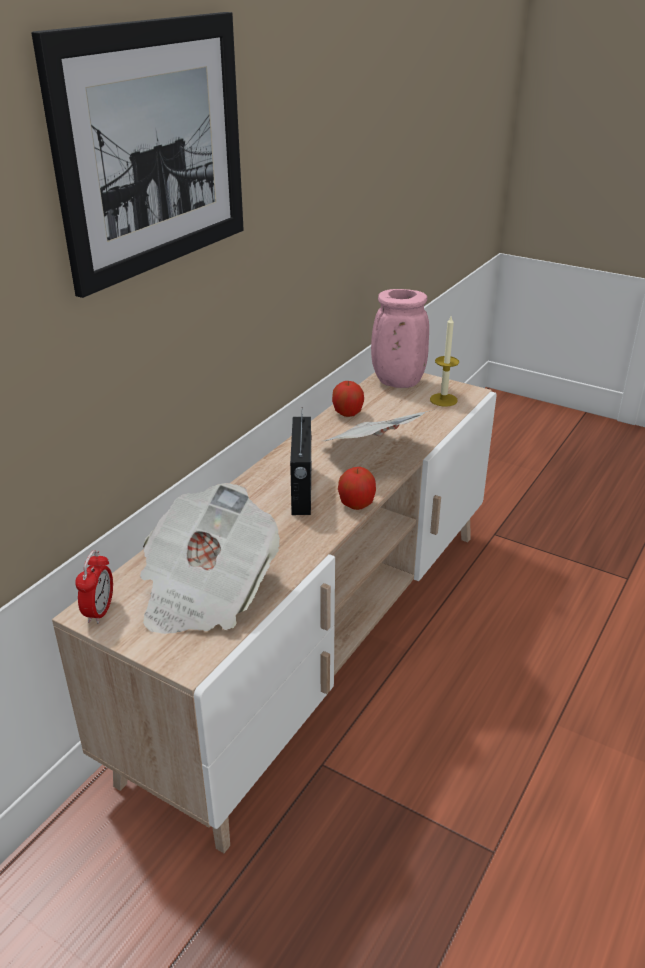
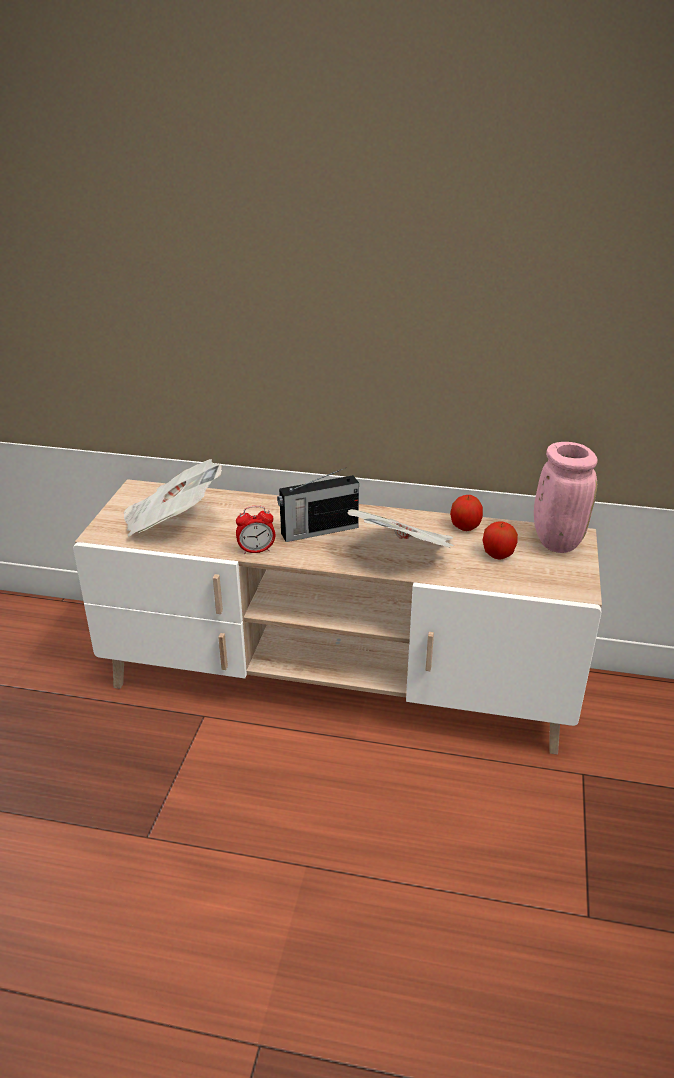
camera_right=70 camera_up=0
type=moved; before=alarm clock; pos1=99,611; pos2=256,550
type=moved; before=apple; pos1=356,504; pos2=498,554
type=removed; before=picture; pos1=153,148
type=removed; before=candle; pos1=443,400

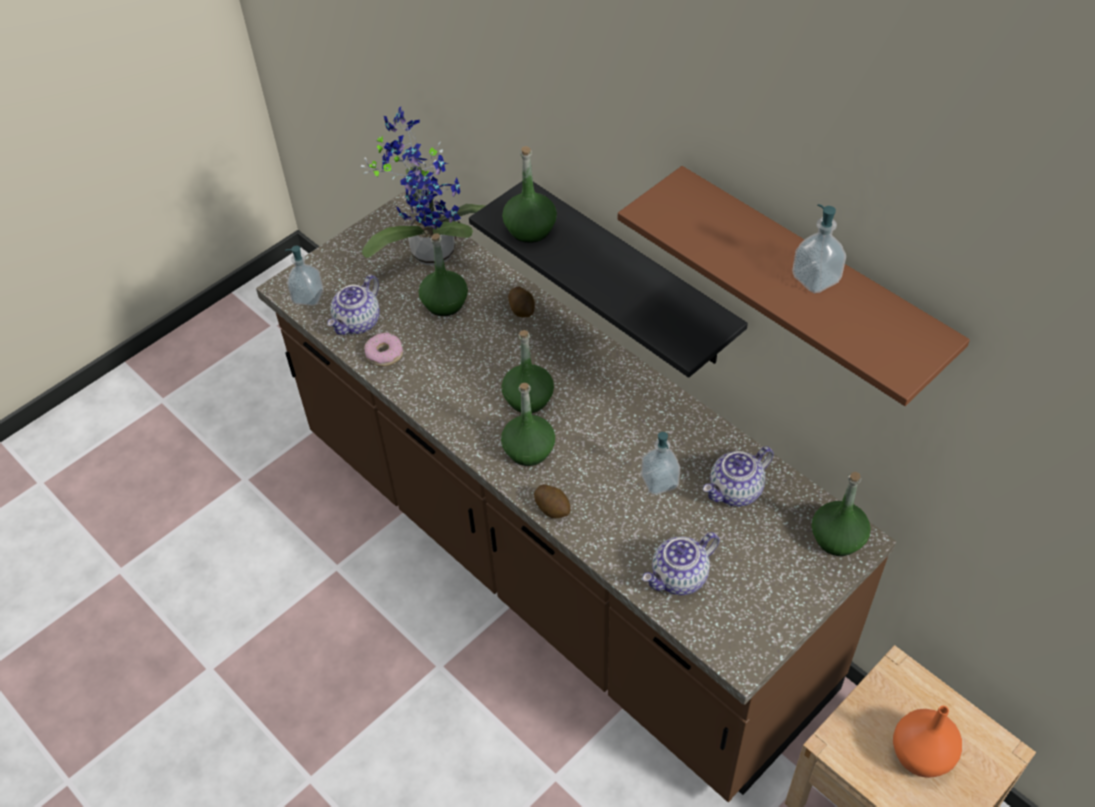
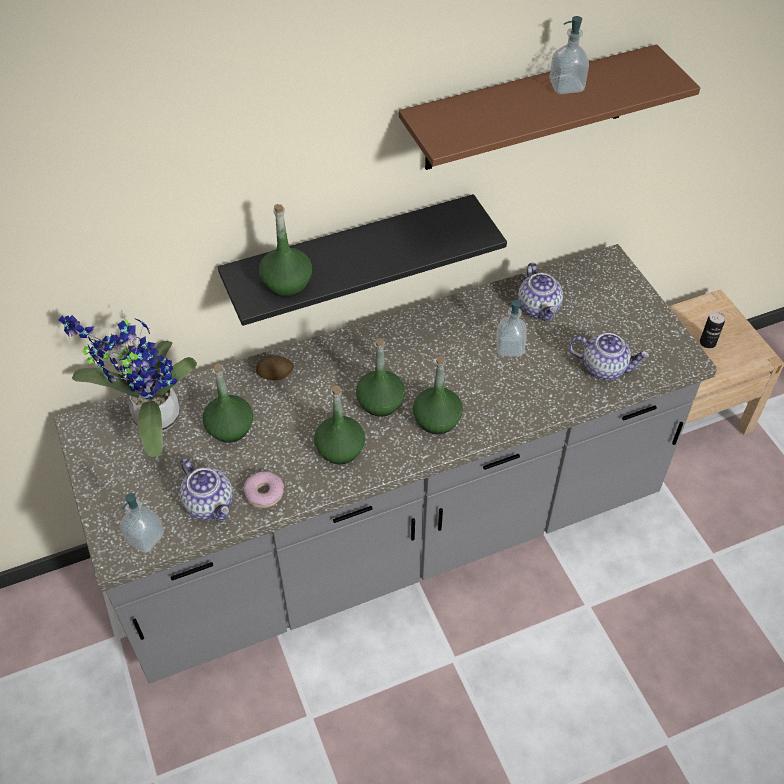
camera_right=-70 camera_up=0
type=recoloured; before=counter/brown; after=counter/grey; pos1=555,561; pos2=392,535
type=moved; before=bottle/green; pos1=837,538; pos2=340,449
type=turned; before=teapot; pos1=679,578; pos2=604,367; turn=-60
type=replaced; before=vase/orange; after=can; pos1=922,756; pos2=707,343
type=removed; before=potato; pos1=553,508

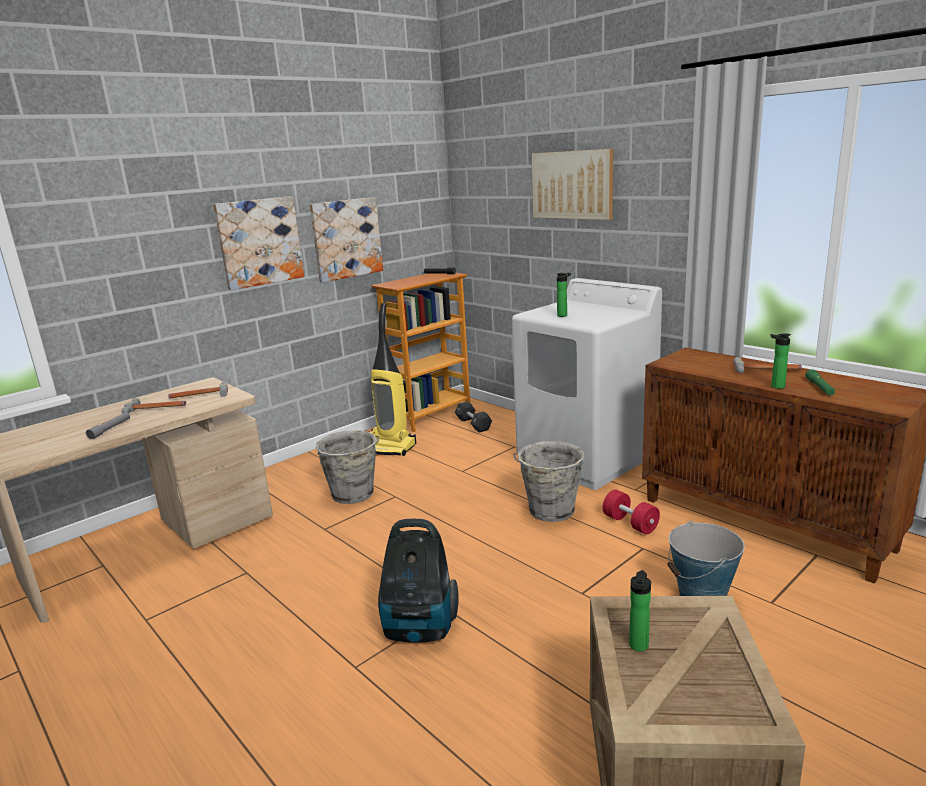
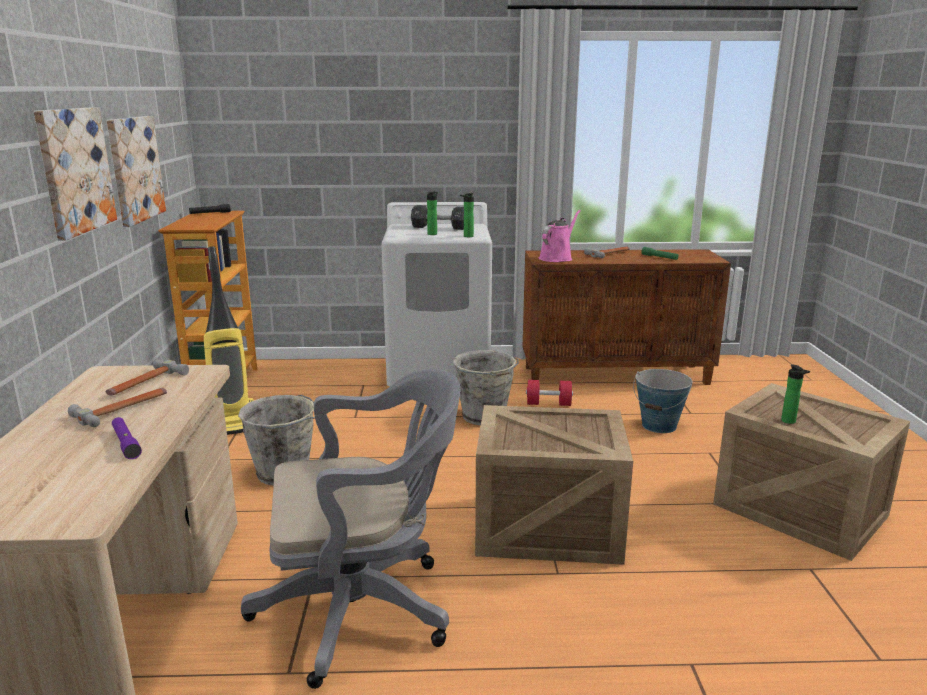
camera_right=-50 camera_up=0
type=recoloured; before=flashlight/grey; after=flashlight/purple; pos1=110,429; pos2=126,443
type=added; after=office chair/grey; pos2=364,609
type=moved; before=dumbbell/black; pos1=473,424; pos2=439,227
type=moved; before=bottle; pos1=775,386; pos2=467,236
type=replaced; before=vacuum cleaner; after=crate; pos1=419,629; pos2=550,527
type=added; after=watering can/pink; pos2=557,258
type=removed; before=picture; pos1=572,185

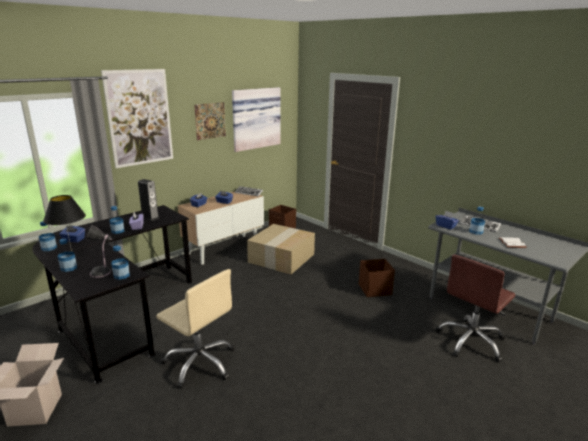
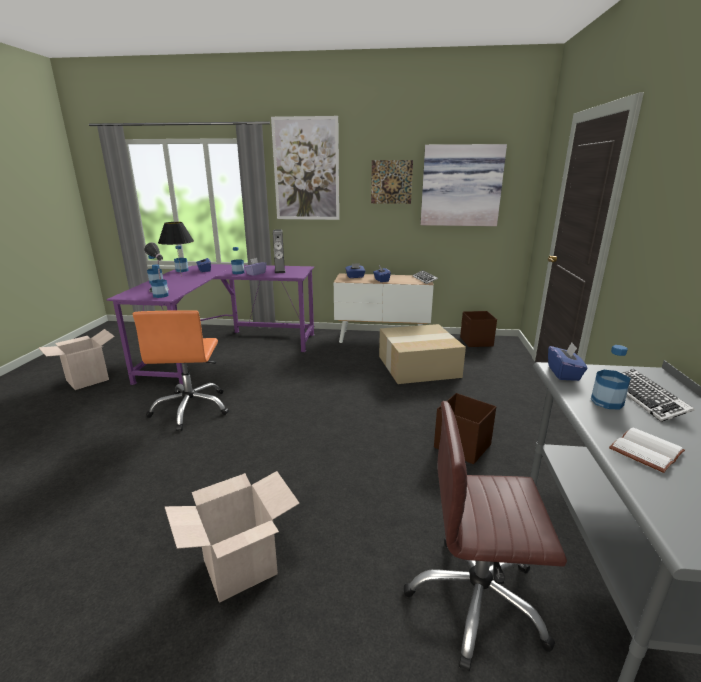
camera_right=50 camera_up=0
type=recoloured; before=desk/black; after=desk/purple; pos1=118,312; pos2=224,349
type=recoloured; before=office chair/beige; after=office chair/orange; pos1=200,363; pos2=191,409
type=added; after=cardboard box; pos2=240,567

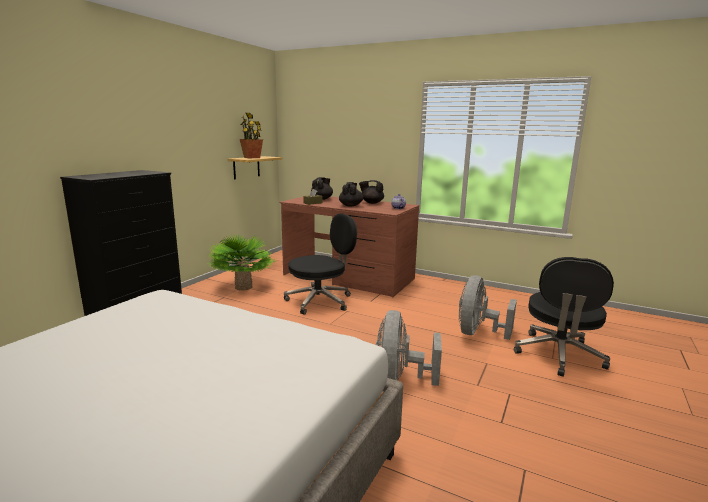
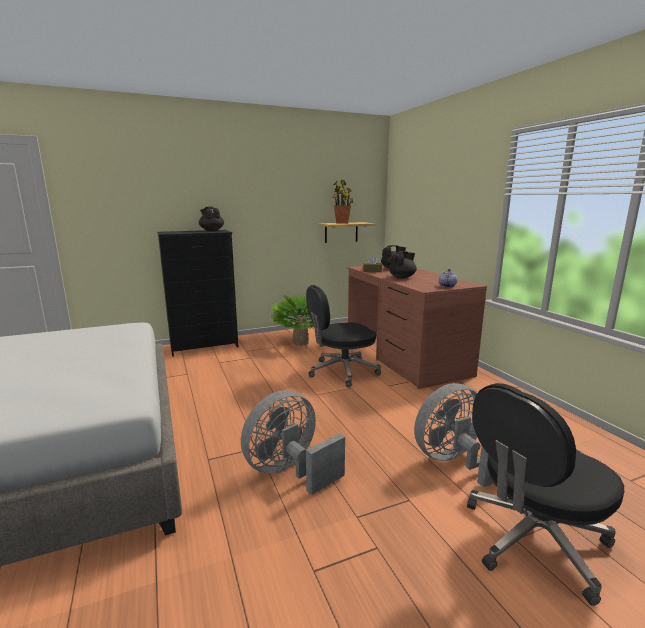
camera_right=40 camera_up=0
type=moved; before=teapot/black; pos1=371,203; pos2=211,230
type=turned; before=office chair/black; pos1=320,301; pos2=341,371; turn=150

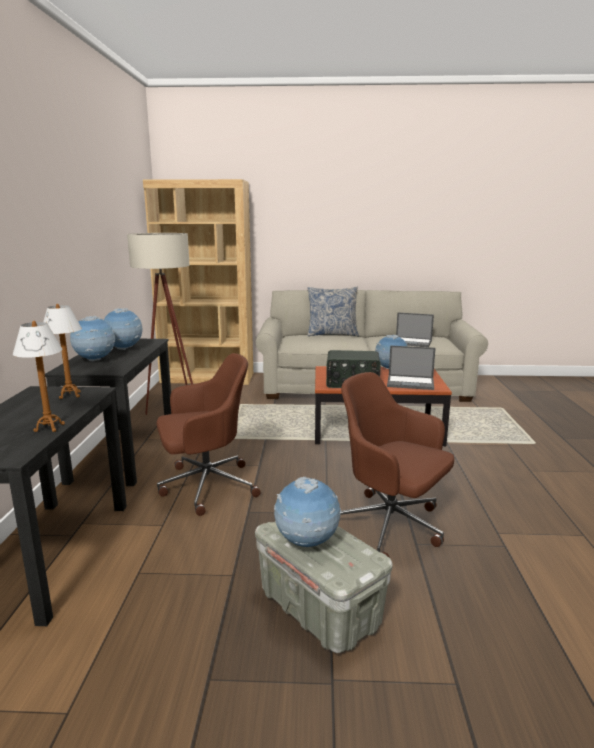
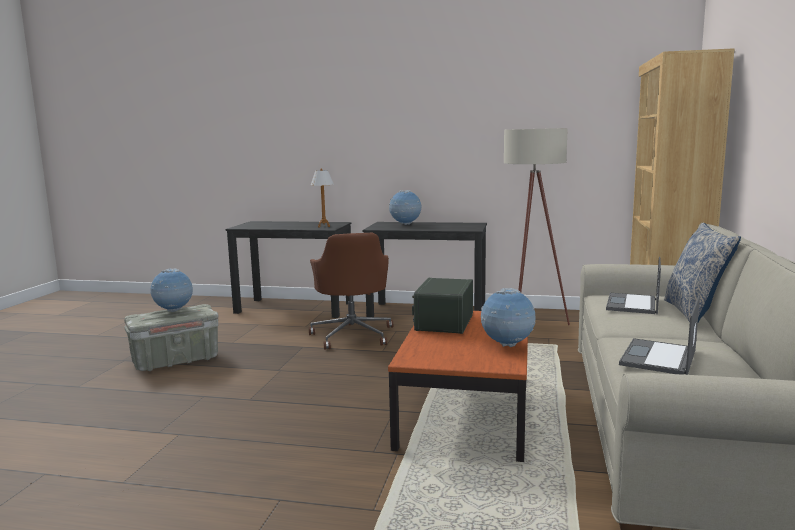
camera_right=100 camera_up=-5
type=moved; before=laptop; pos1=411,383; pos2=632,304
type=removed; before=table lamp; pos1=49,428
type=removed; before=globe; pos1=124,349
type=removed; before=office chair/brown; pos1=390,527

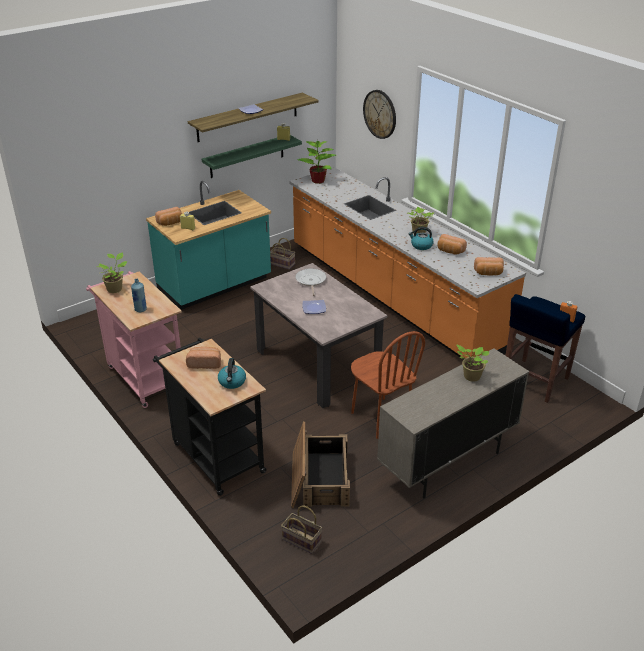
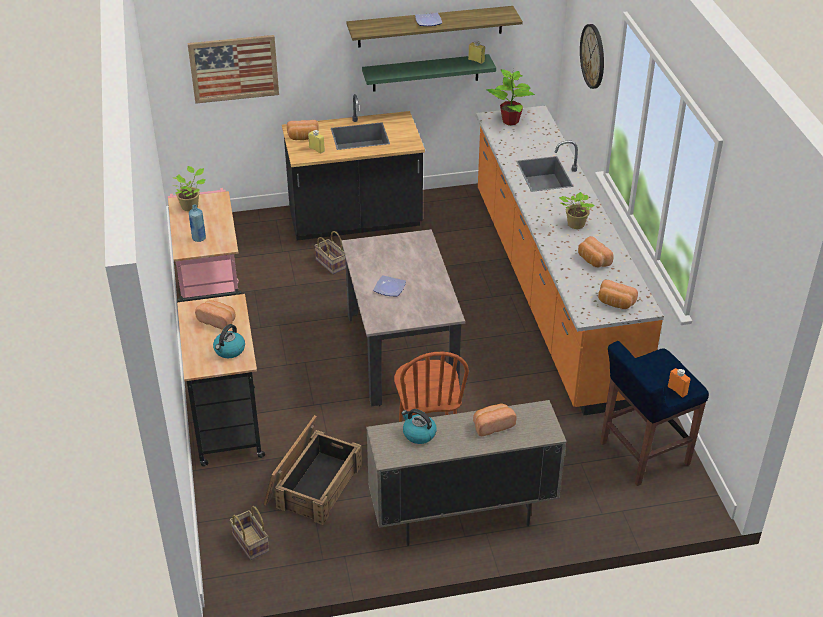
camera_right=25 camera_up=5
type=added; after=picture; pos2=234,68
type=recoloured; before=counter/turquoise; after=counter/black; pos1=215,286; pos2=355,221
type=moved; before=basket; pos1=283,264; pos2=332,264
type=moved; before=kettle; pos1=421,246; pos2=418,434
type=replaced; before=potted plant; after=bread; pos1=470,376; pos2=492,425
type=removed; before=frying pan; pos1=310,281

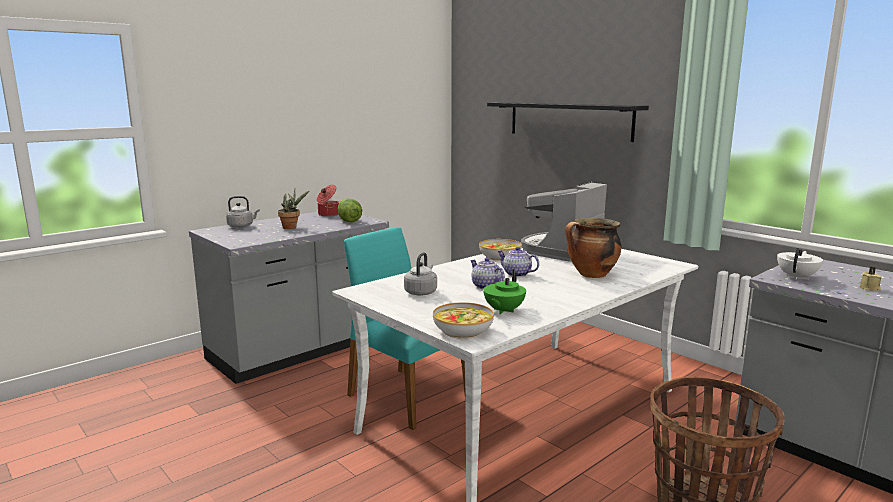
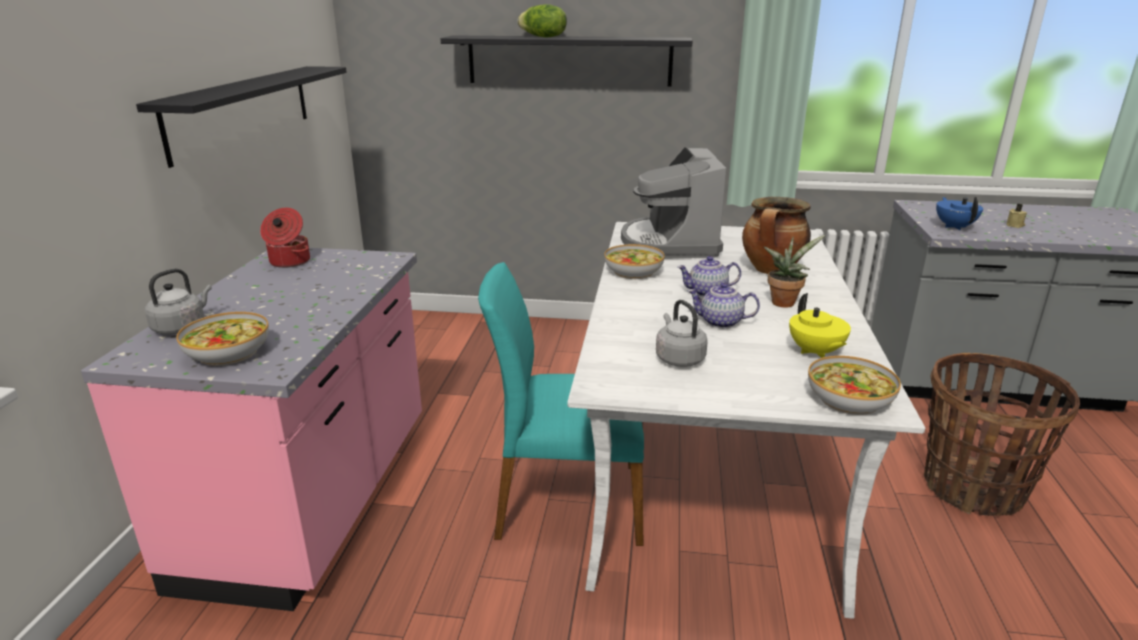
camera_right=-40 camera_up=10
type=recoloured; before=counter/grey; after=counter/pink; pos1=300,350; pos2=315,501
type=added; after=shelf/black; pos2=242,110
type=added; after=bowl; pos2=227,353
type=moved; before=lettuce; pos1=349,221; pos2=543,37
type=moved; before=potted plant; pos1=292,227; pos2=784,302
type=recoloured; before=teapot/green; after=teapot/yellow; pos1=503,311; pos2=815,352
type=recoloured; before=teapot/white; after=teapot/blue; pos1=797,277; pos2=954,227

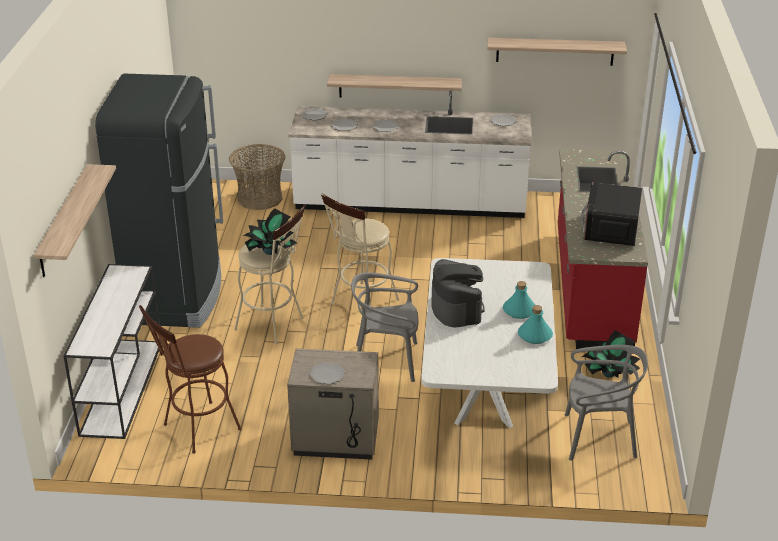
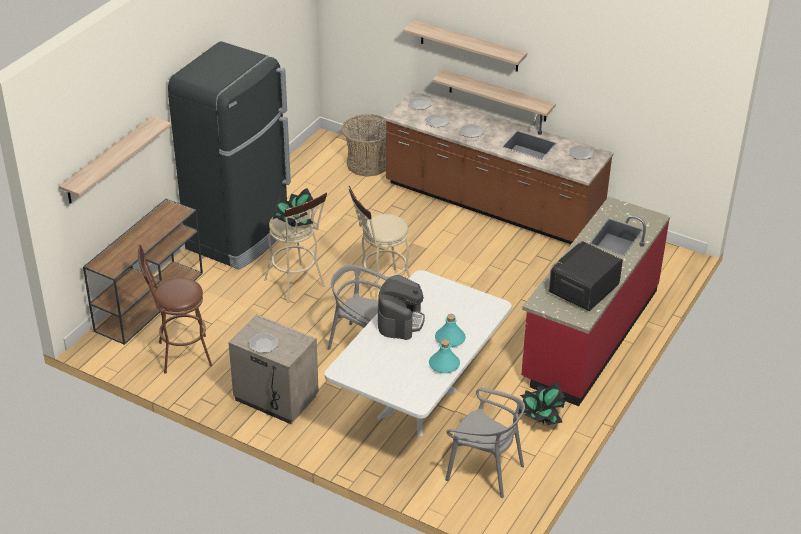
camera_right=25 camera_up=5
type=recoloured; before=console table/white; after=console table/brown; pos1=122,386; pos2=150,301
type=recoloured; before=counter/white; after=counter/brown; pos1=410,204; pos2=492,206
type=moved; before=shelf; pos1=555,51; pos2=469,46

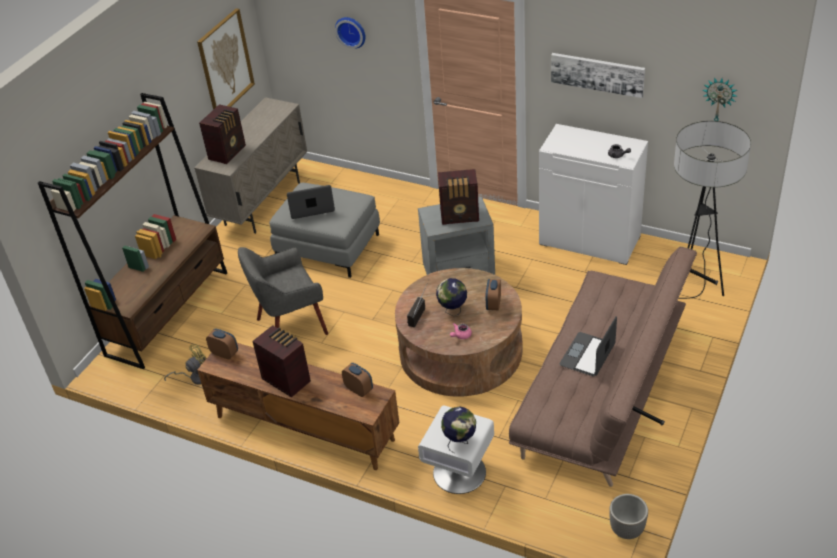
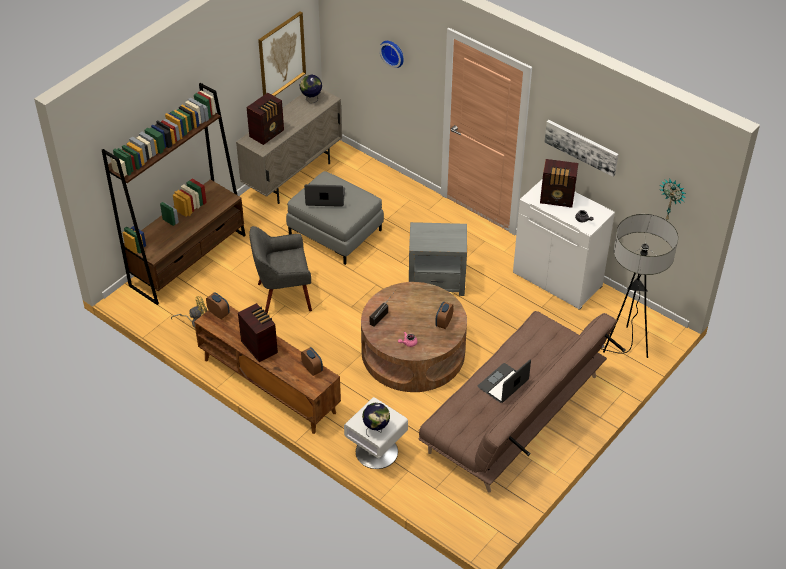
camera_right=10 camera_up=5
type=moved; before=globe; pos1=453,311; pos2=311,99
type=moved; before=radio; pos1=460,216; pos2=557,199
type=removed; before=planter; pos1=627,531

